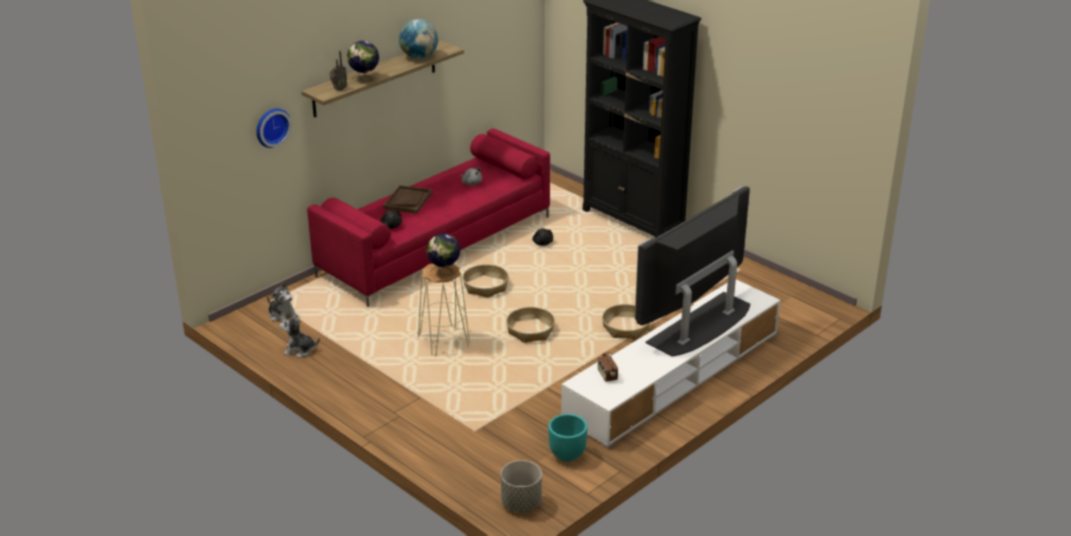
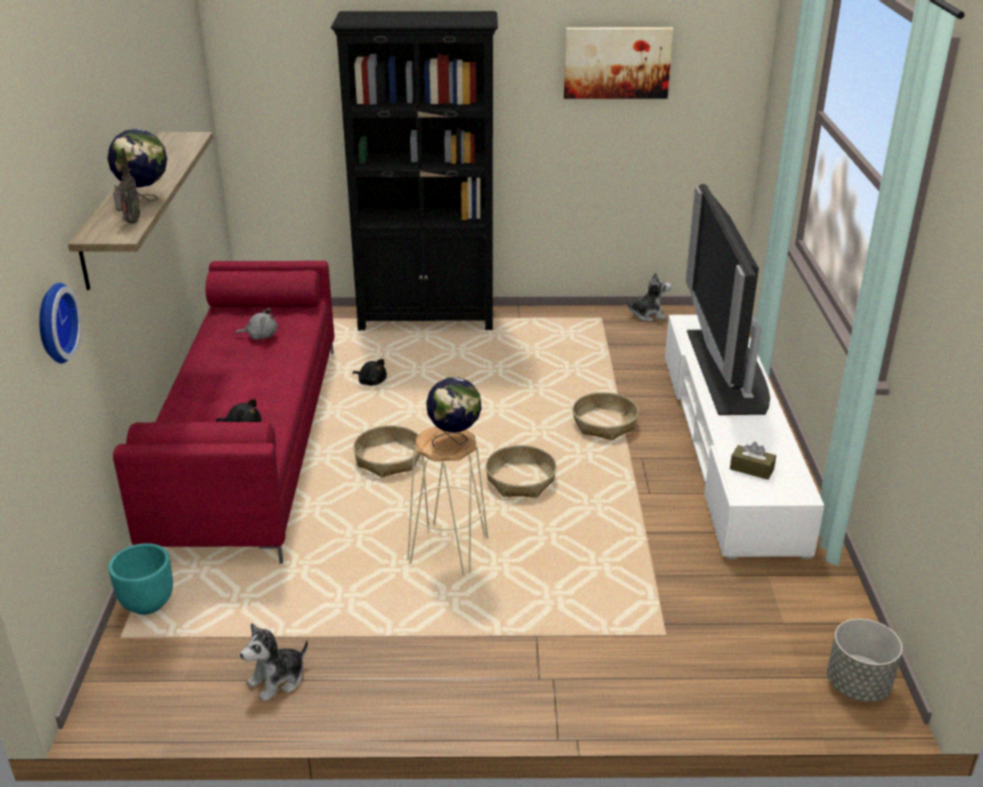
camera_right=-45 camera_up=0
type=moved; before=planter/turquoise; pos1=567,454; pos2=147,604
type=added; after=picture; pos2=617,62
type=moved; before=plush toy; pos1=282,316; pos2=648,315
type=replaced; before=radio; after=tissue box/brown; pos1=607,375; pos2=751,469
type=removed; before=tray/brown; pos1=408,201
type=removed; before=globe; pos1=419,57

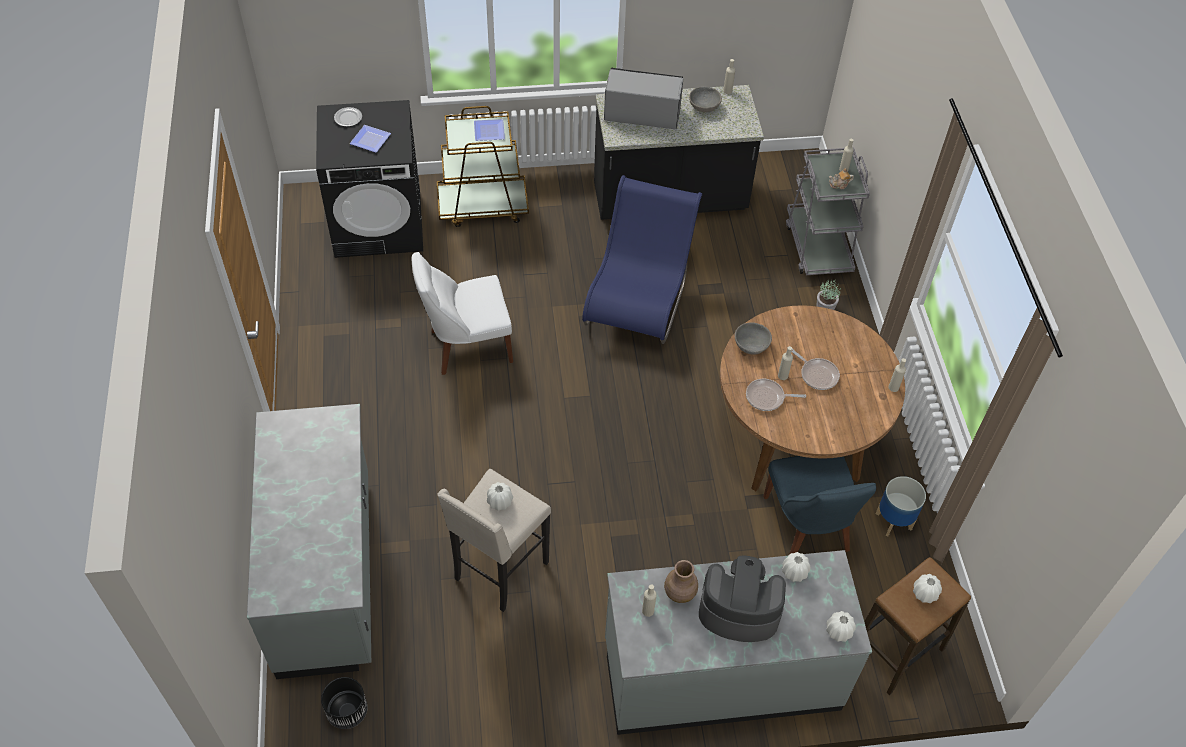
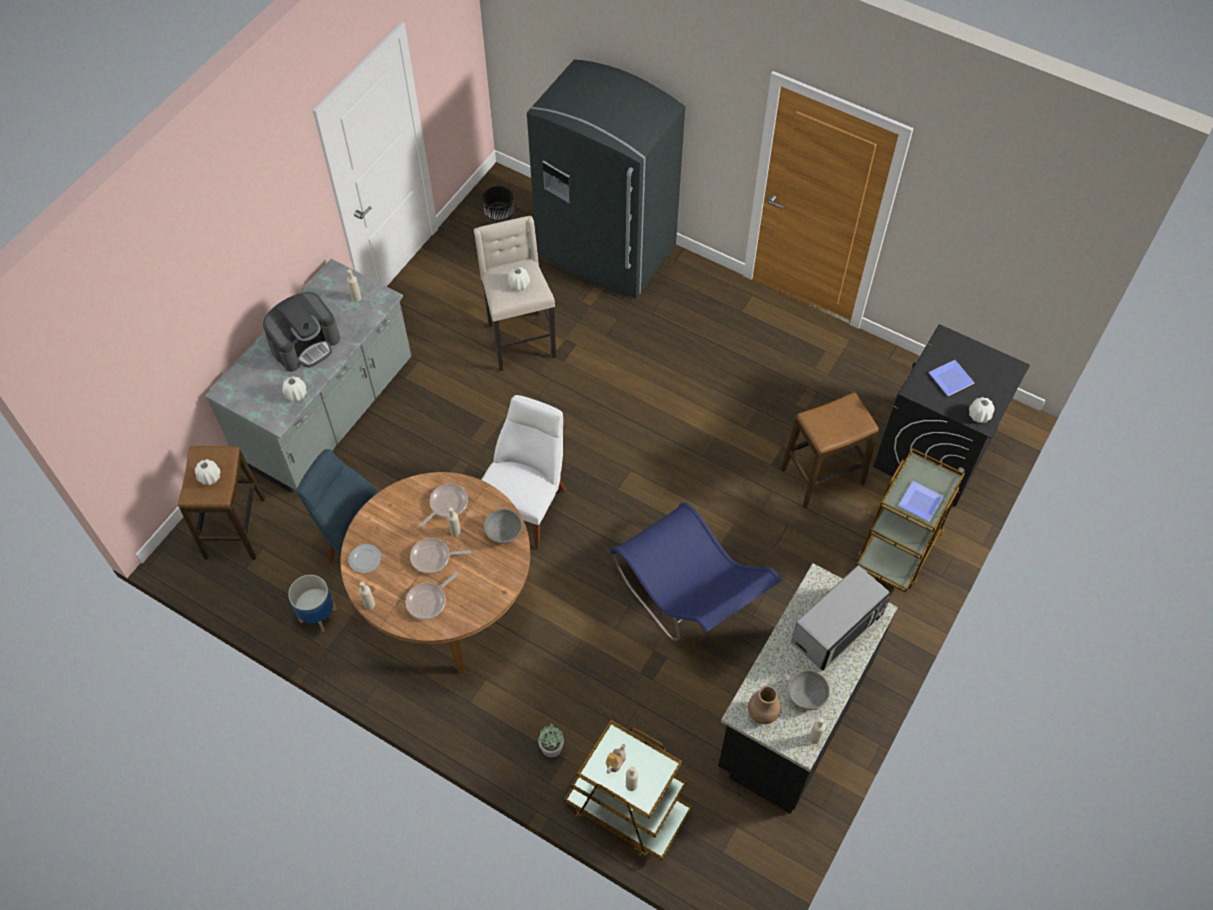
camera_right=130 camera_up=5
type=moved; before=plate; pos1=348,118; pos2=365,559
type=added; after=frying pan; pos2=428,601
type=moved; before=chair/white; pos1=467,346; pos2=527,505
type=replaced; before=counter/grey; after=fridge/grey; pos1=328,573; pos2=604,252
type=recoloured; before=cart/grey; after=cart/brown; pos1=818,247; pos2=627,808
type=moved; before=vase/brown; pos1=679,593; pos2=762,712
type=added; after=stool; pos2=822,476
type=moved; before=vase/white; pos1=839,631; pos2=979,415

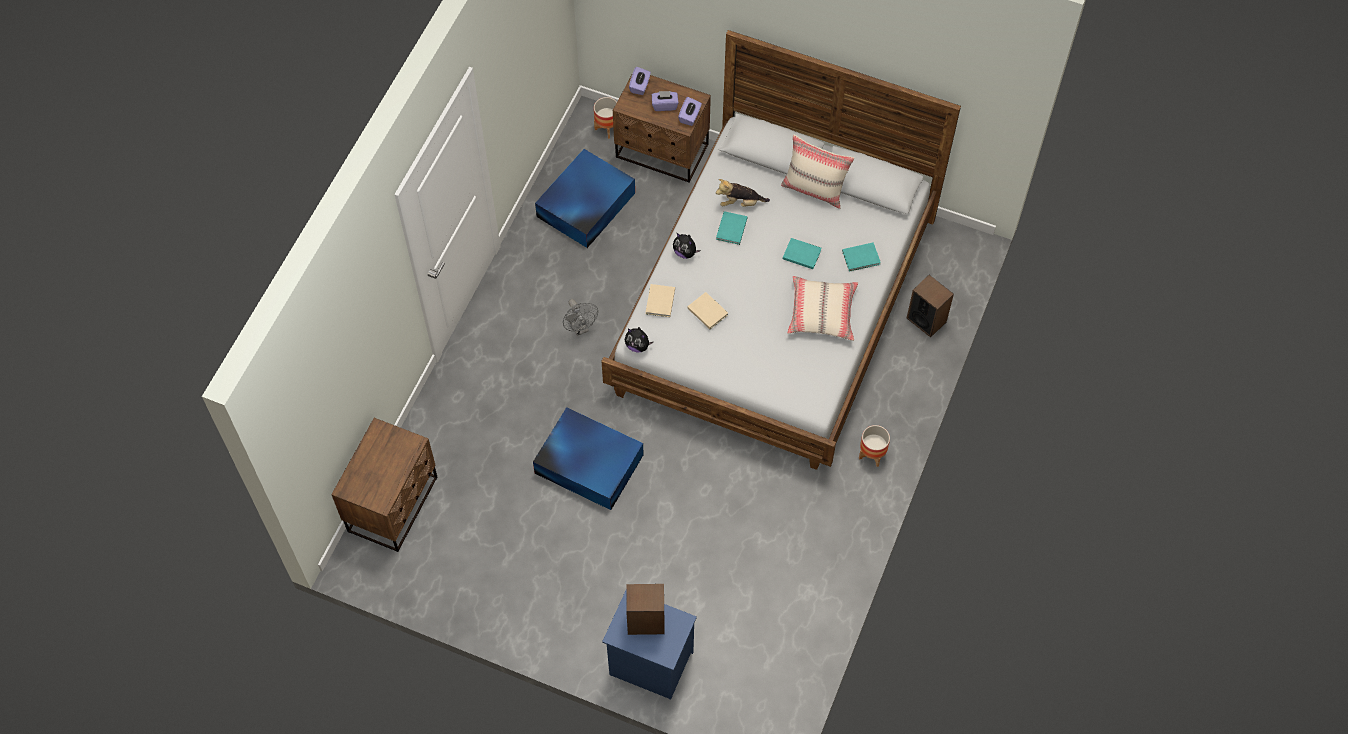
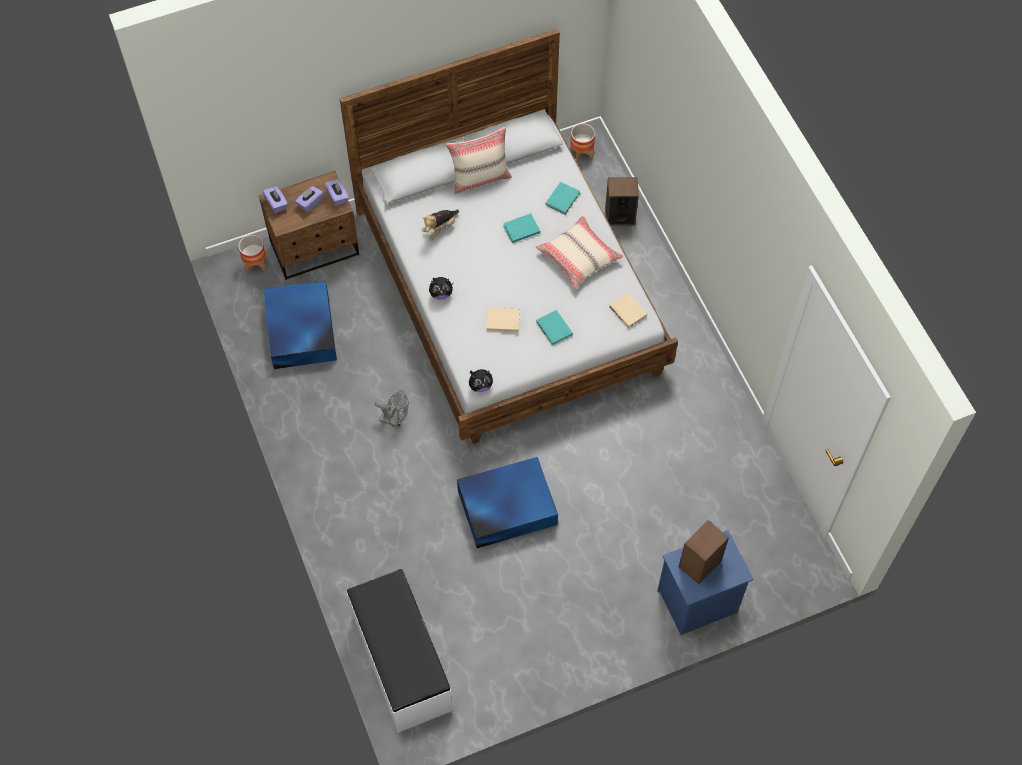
camera_right=-45 camera_up=0
type=replaced; before=nightstand/brown; after=bench/white; pos1=394,504; pos2=401,662
type=moved; before=book/turquoise; pos1=730,229; pos2=554,329
type=moved; before=planter; pos1=872,454; pos2=581,153
type=moved; before=book/beige; pos1=659,302; pos2=628,312

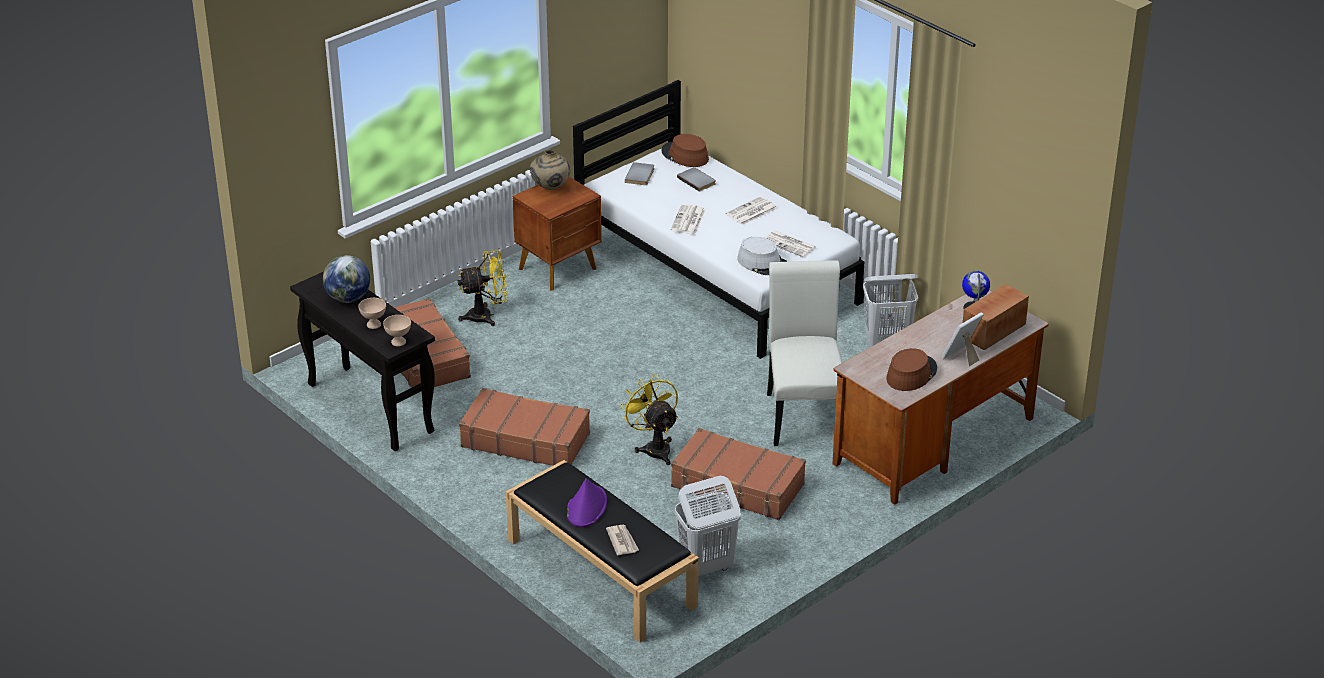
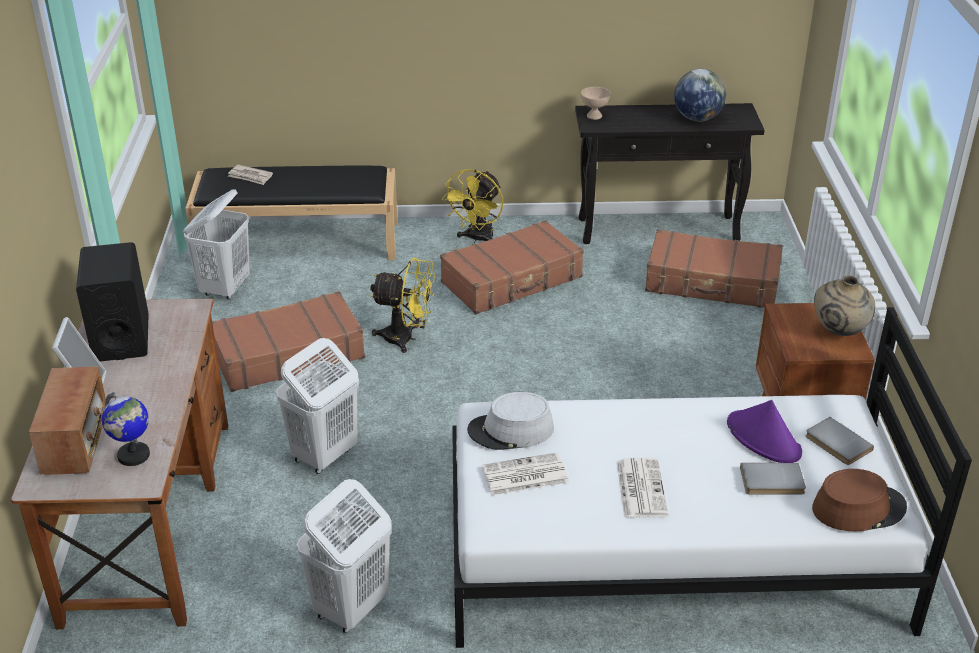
camera_right=130 camera_up=0
type=replaced; before=hat/brown; after=speaker/black; pos1=911,374; pos2=121,338
type=replaced; before=chair/white; after=laundry basket/white; pos1=803,414; pos2=324,455
type=moved; before=fan/yellow; pos1=486,316; pos2=477,239
type=moved; before=hat/purple; pos1=586,507; pos2=764,438
type=removed; before=bowl/beige; pos1=373,325
type=removed; before=newspaper; pos1=688,221

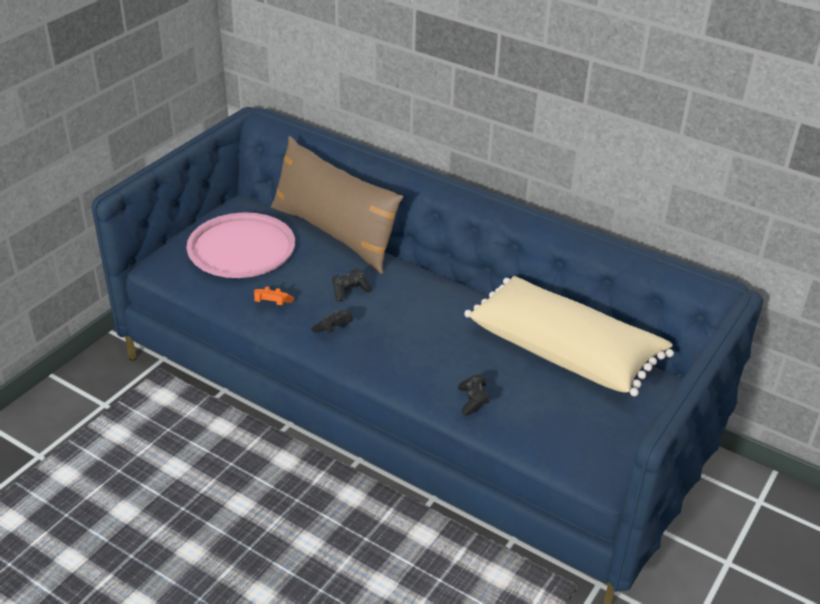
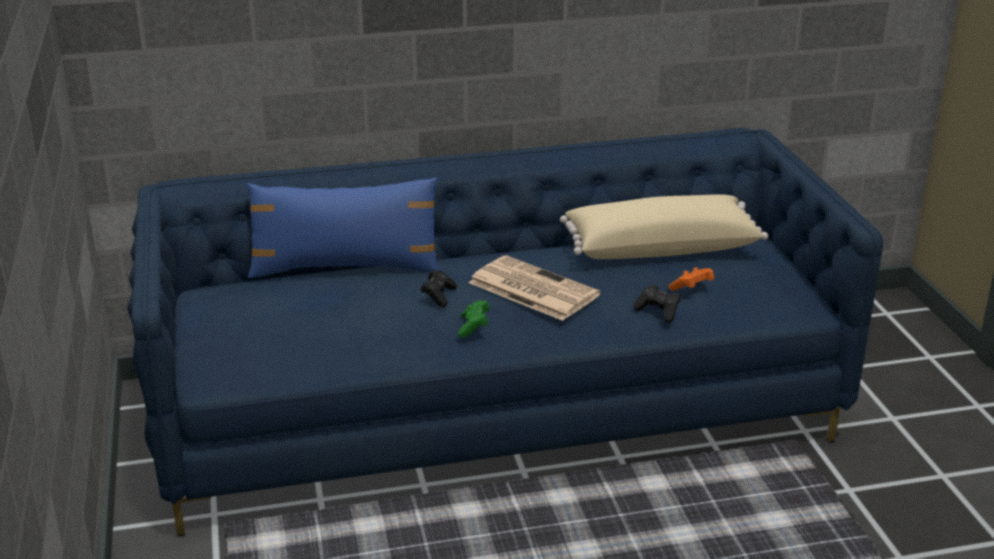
camera_right=-45 camera_up=-10
type=recoloured; before=pillow/brown; after=pillow/blue; pos1=334,234; pos2=345,268
type=recoloured; before=game controller/black; after=game controller/green; pos1=333,329; pos2=474,327
type=added; after=newspaper; pos2=531,289
type=moved; before=game controller/orange; pos1=272,304; pos2=692,288
type=removed; before=tray/pink; pos1=241,247

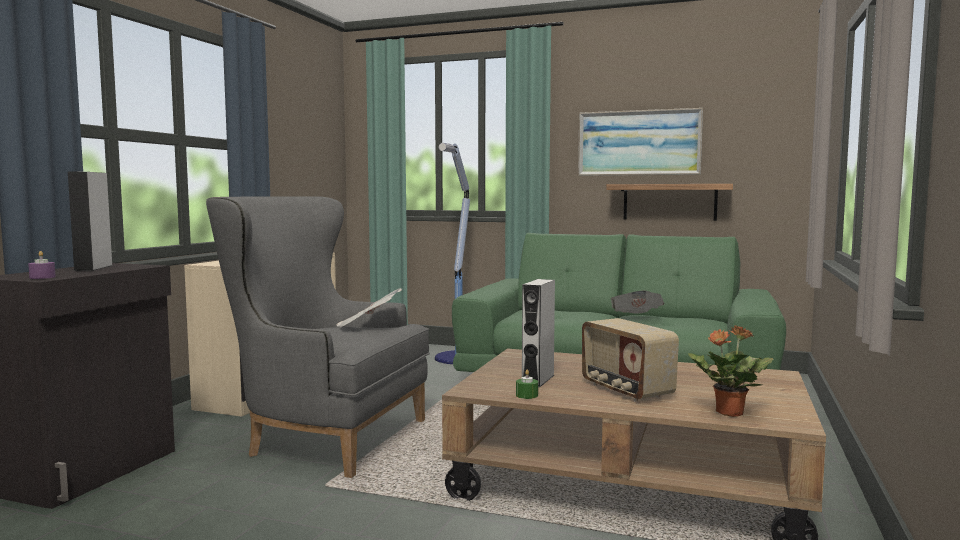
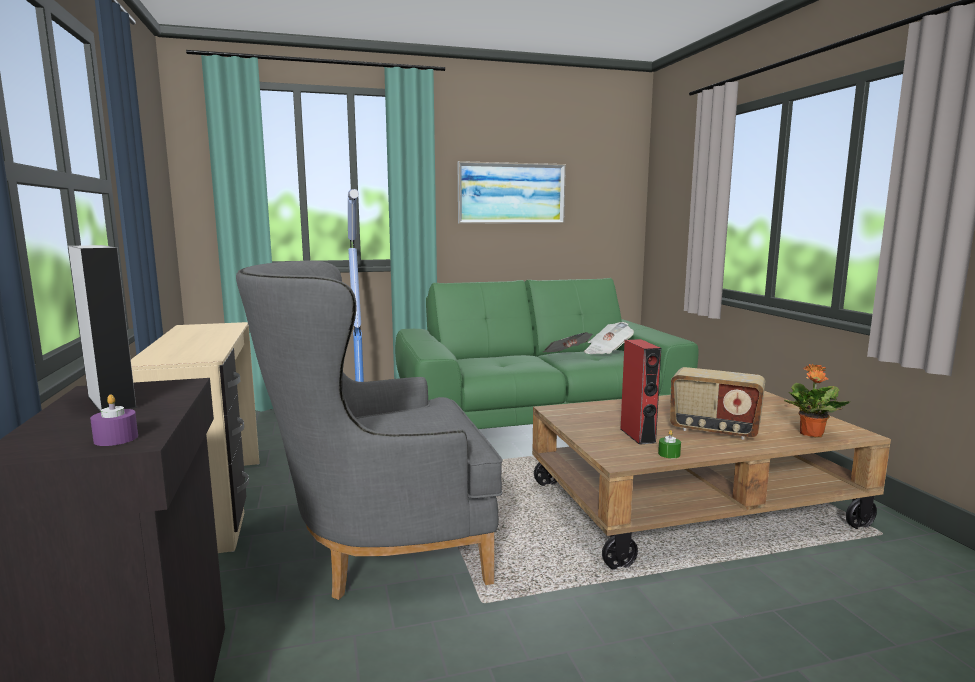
camera_right=-35 camera_up=5
type=moved; before=newspaper; pos1=367,326; pos2=607,351
type=recoloured; before=speaker/grey; after=speaker/red; pos1=538,380; pos2=637,435
type=removed; before=shelf; pos1=669,202

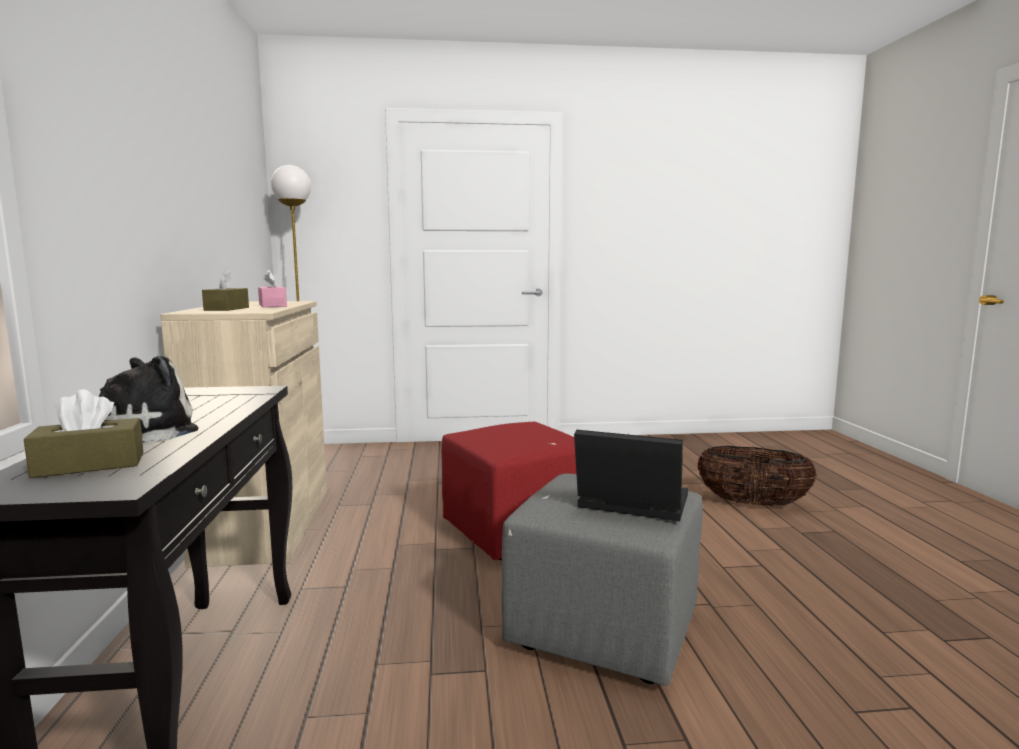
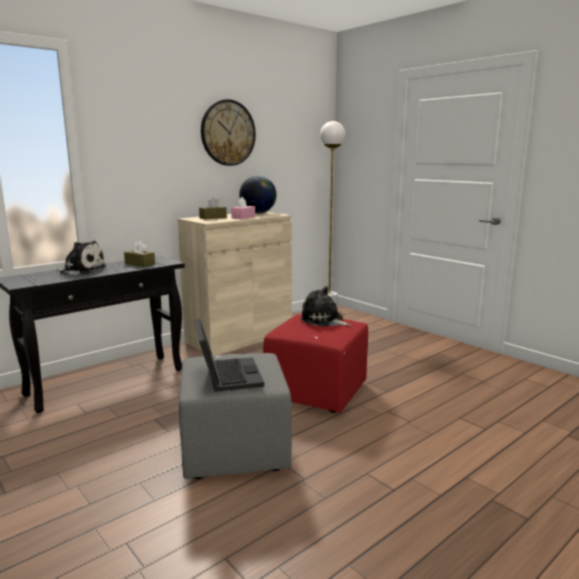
camera_right=55 camera_up=5
type=moved; before=tissue box/brown; pos1=89,465; pos2=140,264
type=added; after=wall clock; pos2=228,133
type=added; after=globe; pos2=258,213
type=added; after=plush toy; pos2=323,320
type=removed; before=basket; pos1=752,503

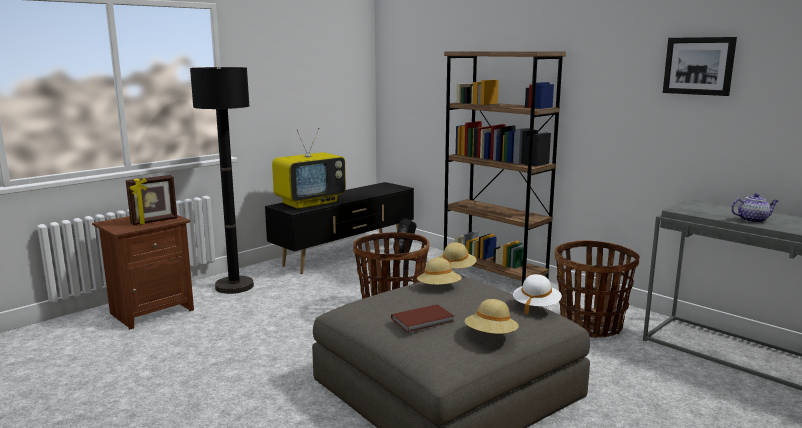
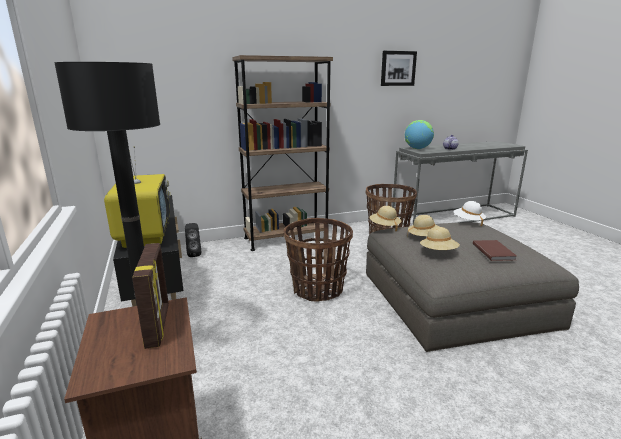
camera_right=-65 camera_up=5
type=added; after=globe; pos2=417,148
type=moved; before=hat/beige; pos1=491,335; pos2=438,252

